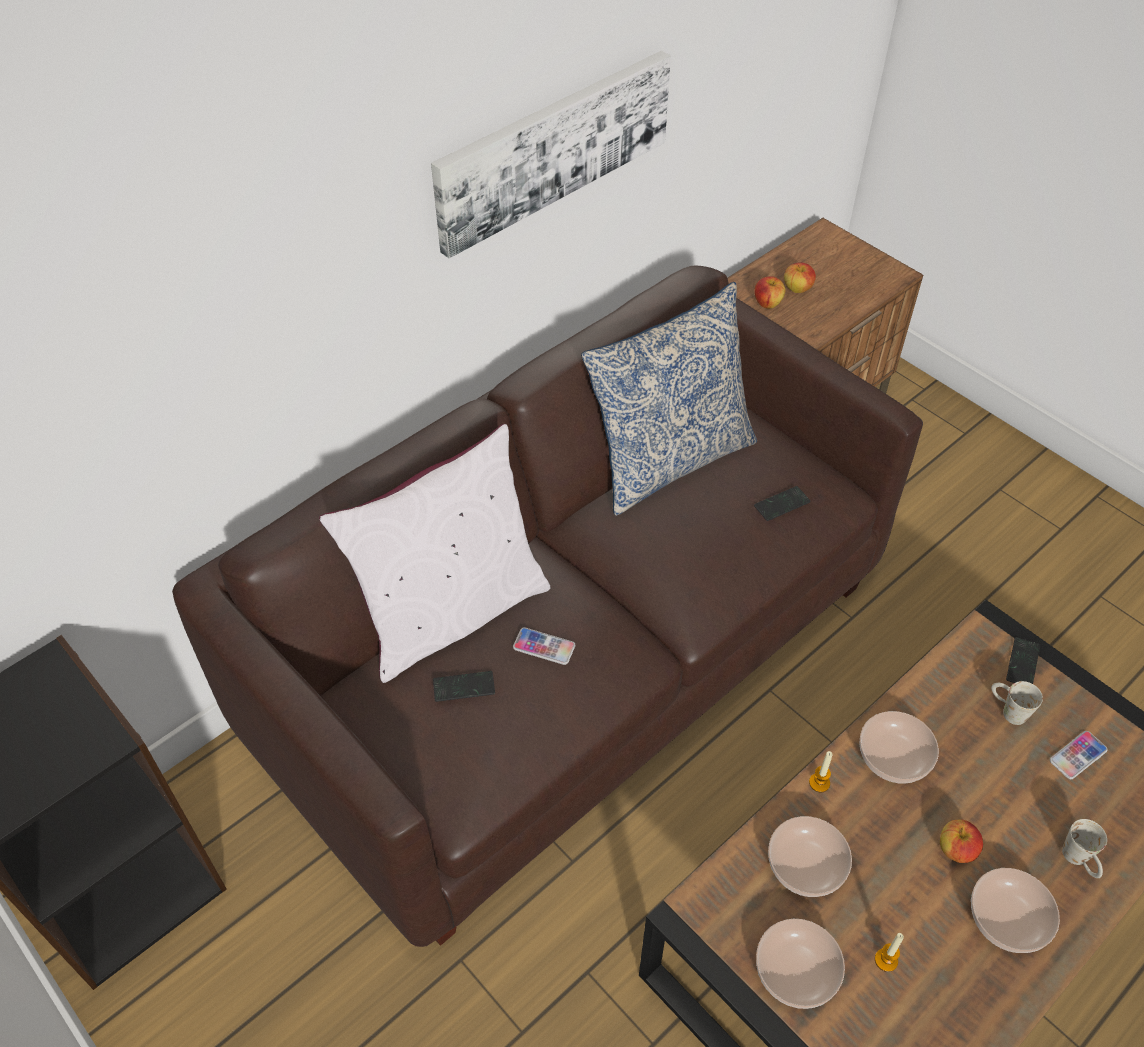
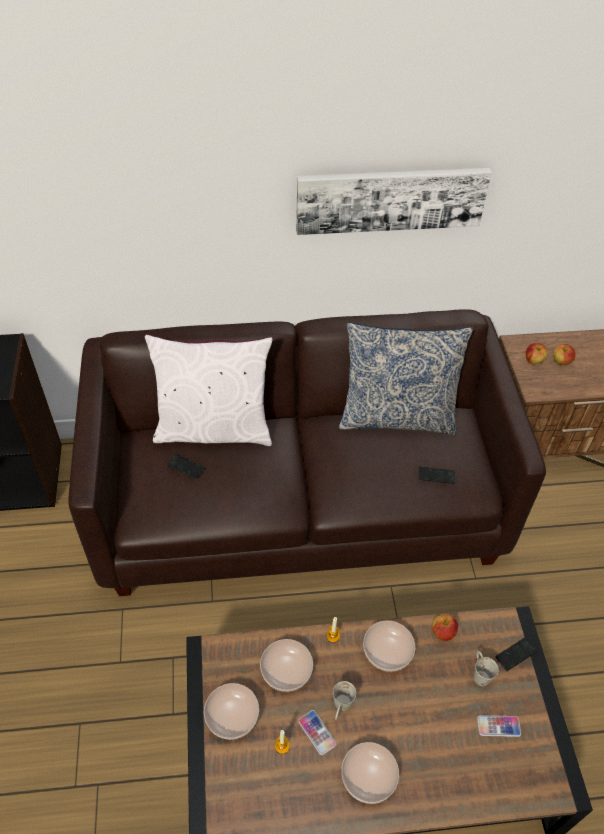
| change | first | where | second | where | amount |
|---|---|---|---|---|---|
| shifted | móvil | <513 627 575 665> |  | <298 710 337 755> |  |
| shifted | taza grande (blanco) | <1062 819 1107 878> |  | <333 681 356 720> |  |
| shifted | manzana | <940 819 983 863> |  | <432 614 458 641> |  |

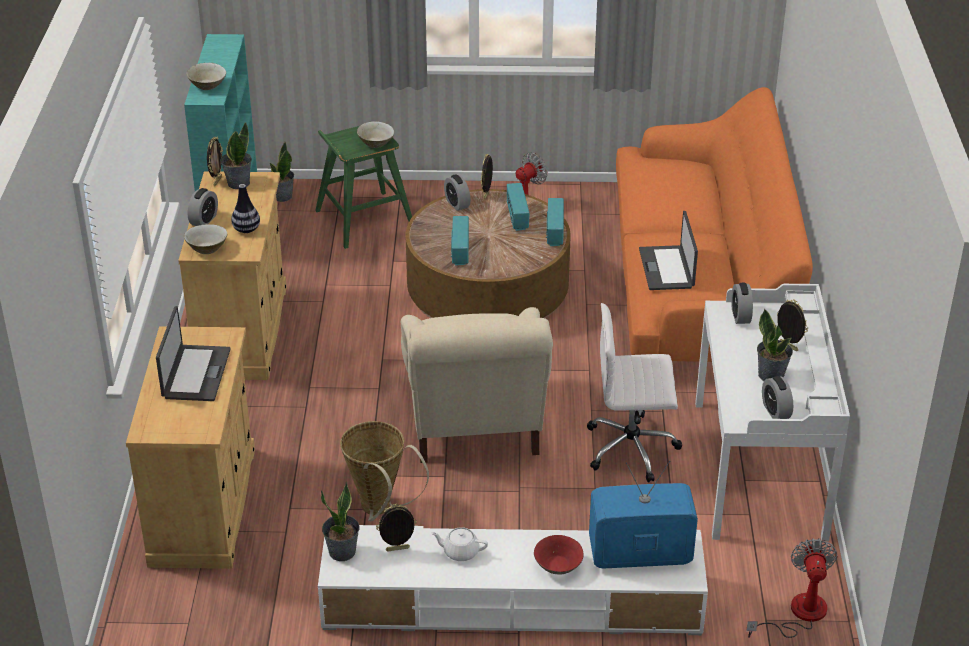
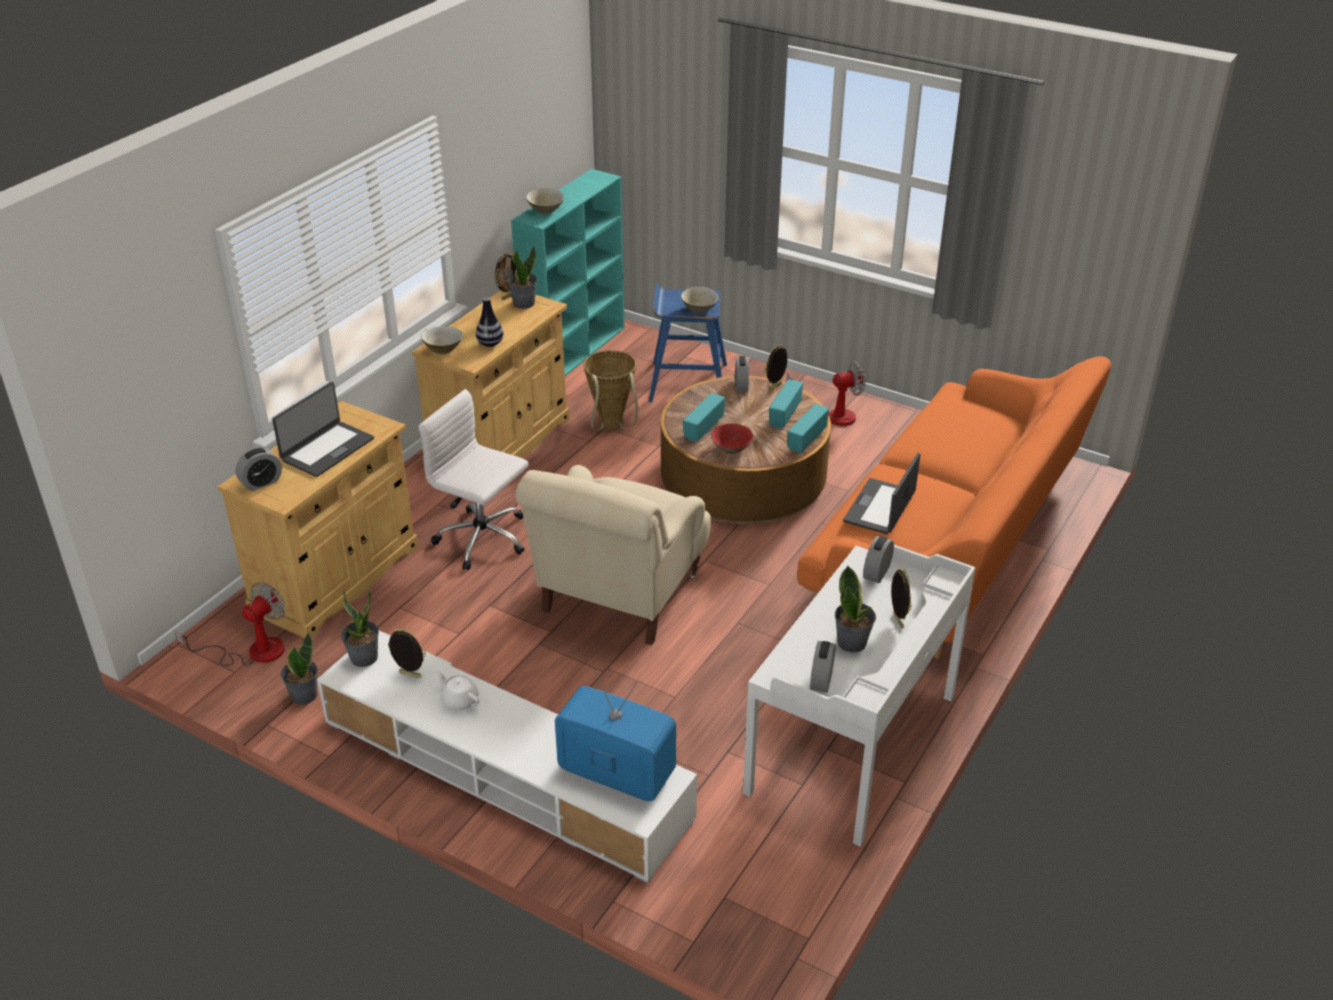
| change | first | where | second | where | amount |
|---|---|---|---|---|---|
| shifted | ventilador | <746 538 837 638> |  | <175 583 285 666> |  |
| shifted | despertador | <187 188 218 226> |  | <235 448 282 491> |  |
| shifted | planta en maceta | <270 142 294 202> |  | <281 632 318 705> |  |
| shifted | silla de oficina (blanco) | <587 303 682 483> |  | <418 389 529 570> |  |
| shifted | cesta | <340 421 429 521> |  | <583 350 638 431> |  |
| repainted | taburete (verde) | <315 126 412 249> | taburete (azul) | <649 283 727 402> |  |
| shifted | cuenco (rojo) | <534 535 584 575> |  | <711 424 753 454> |  |

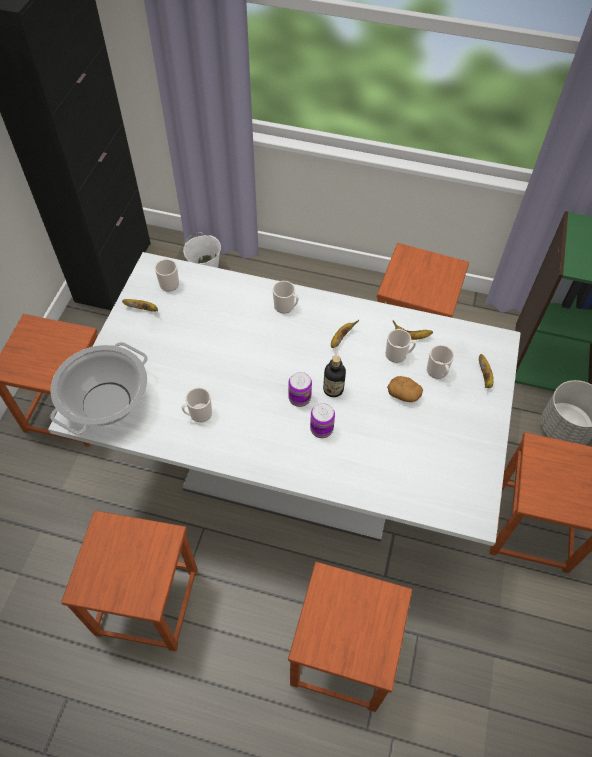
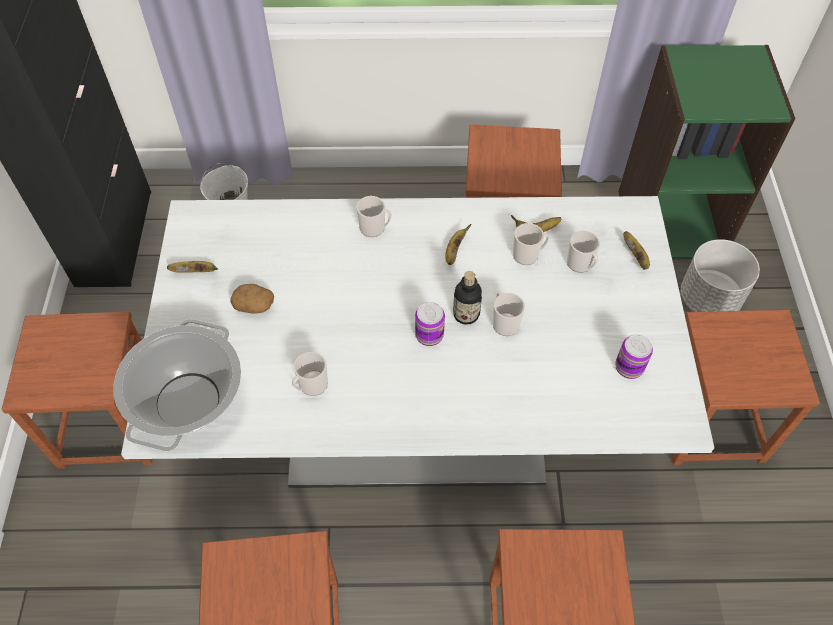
| change | first | where | second | where | amount |
|---|---|---|---|---|---|
| shifted | patata | <387 376 423 402> |  | <230 284 274 314> |  |
| shifted | taza grande | <155 258 179 292> |  | <493 291 525 336> |  |
| shifted | lata | <310 403 335 438> |  | <615 334 653 379> |  |

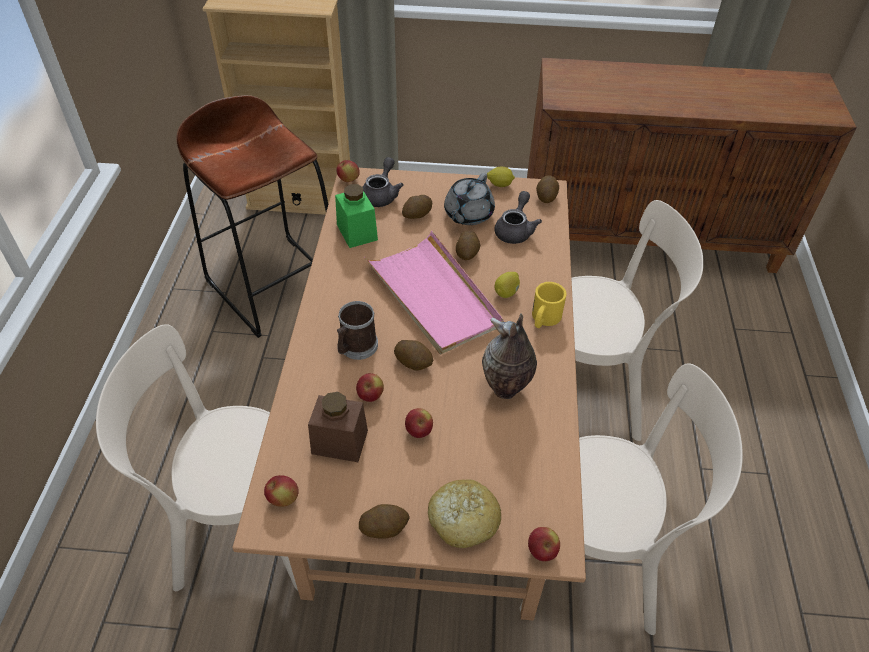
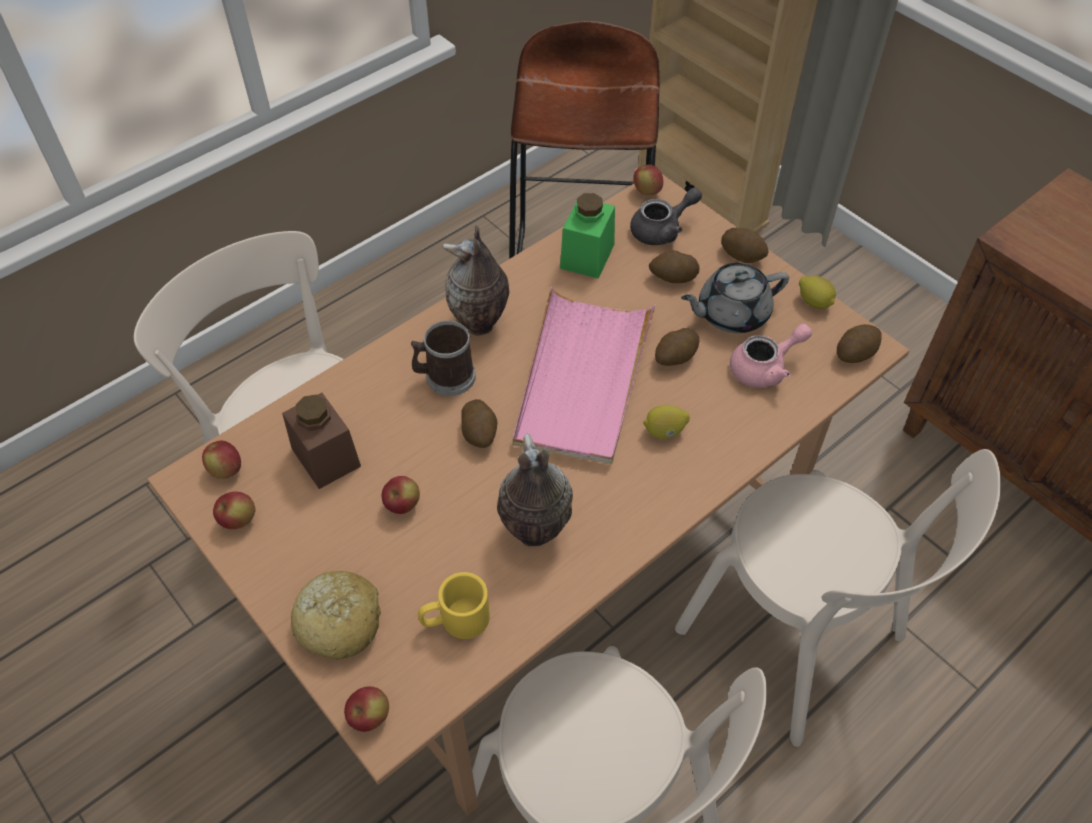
| change | first | where | second | where | amount |
|---|---|---|---|---|---|
| shifted | manzana | <356 373 384 402> |  | <213 492 255 529> |  |
| shifted | taza grande (amarillo) | <532 282 567 328> |  | <418 572 490 639> |  |
| new |  |  | florero | <443 225 509 335> |  |
| shifted | patata | <359 504 410 539> |  | <721 228 768 263> |  |
| repainted | tetera (gris) | <494 191 542 244> | tetera (rosa) | <730 324 812 388> |  |

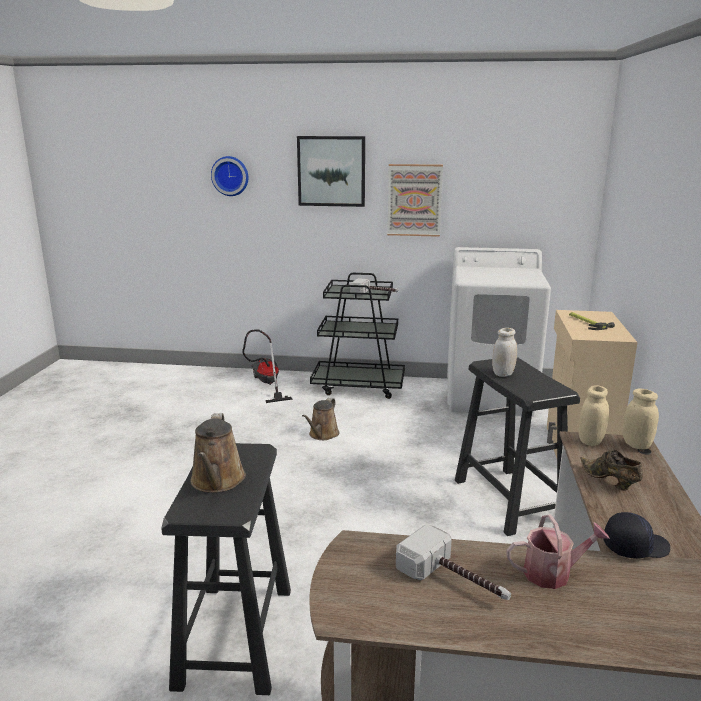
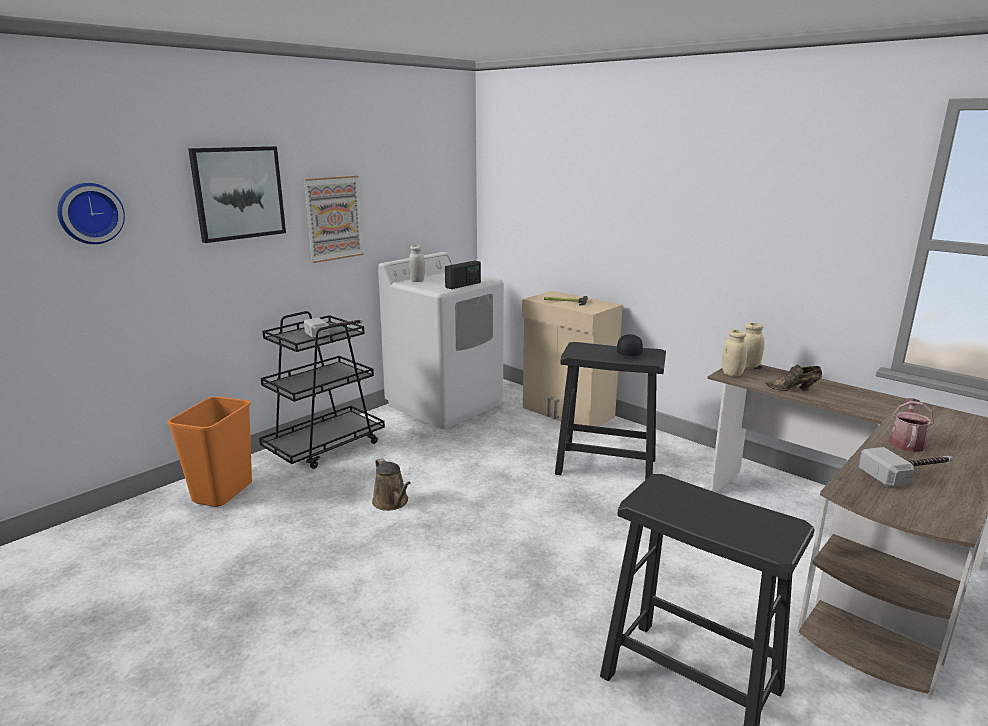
| change | first | where | second | where | amount |
|---|---|---|---|---|---|
| swapped | aspiradora | <242 329 293 403> | papelera (naranja) | <167 397 252 507> |  |
| shifted | tarro (blanco) | <492 328 517 377> |  | <409 245 425 282> |  |
| new |  |  | radio | <445 261 481 289> |  |
| shifted | gorra (negro) | <603 512 670 558> |  | <617 334 644 356> |  |
| gone | regadera (marrón) | <191 413 246 493> |  |  |  |

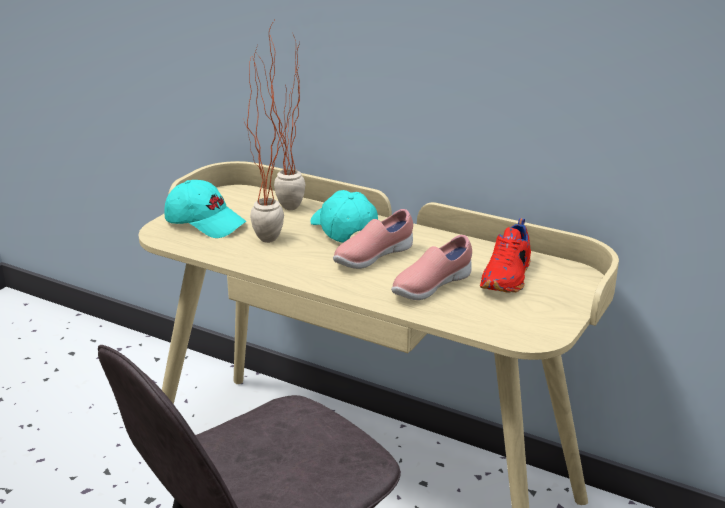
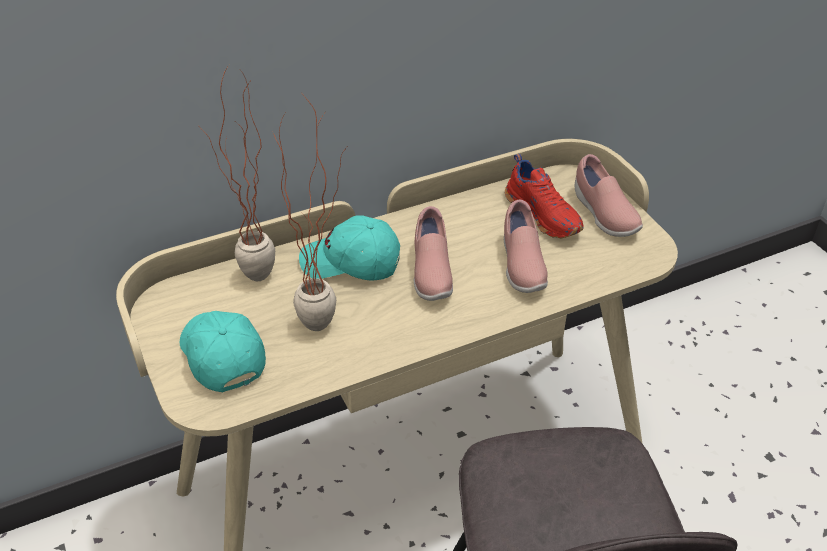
| change | first | where | second | where | amount |
|---|---|---|---|---|---|
| rotated | gorra (turquesa) | <164 180 247 238> |  | <180 311 266 392> | 90 degrees counterclockwise |
| new |  |  | zapato (rosa) | <574 154 643 237> |  |

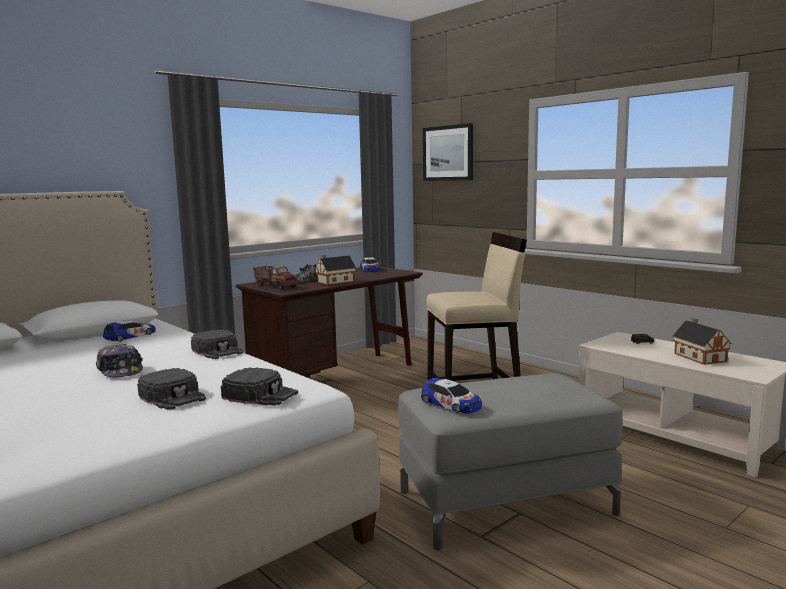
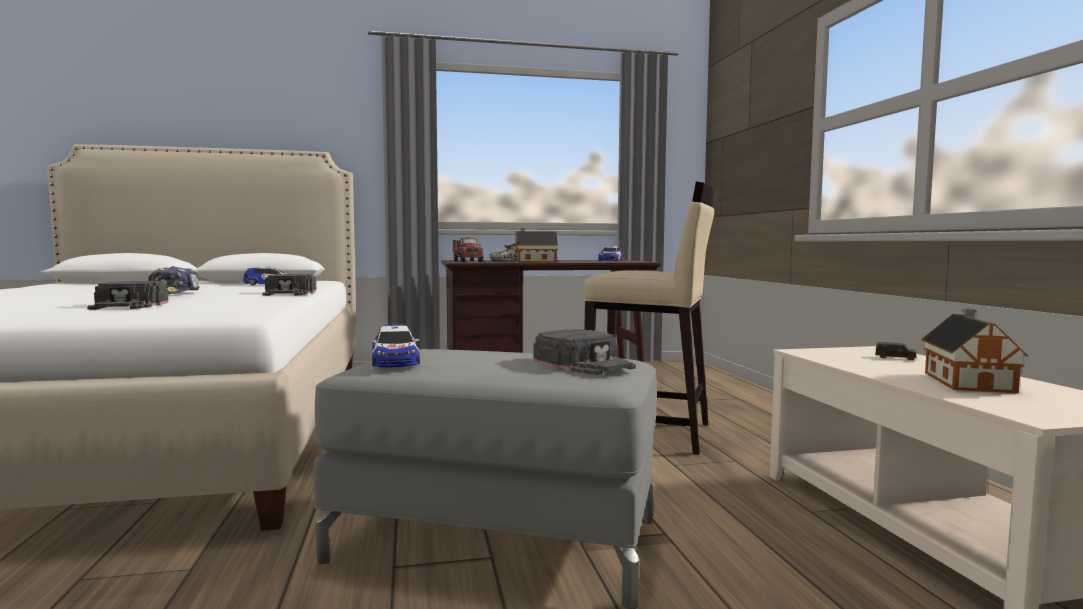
| change | first | where | second | where | amount |
|---|---|---|---|---|---|
| shifted | gorra (negro) | <221 368 298 406> |  | <533 329 636 375> |  |
| gone | cuadro | <423 123 473 181> |  |  |  |

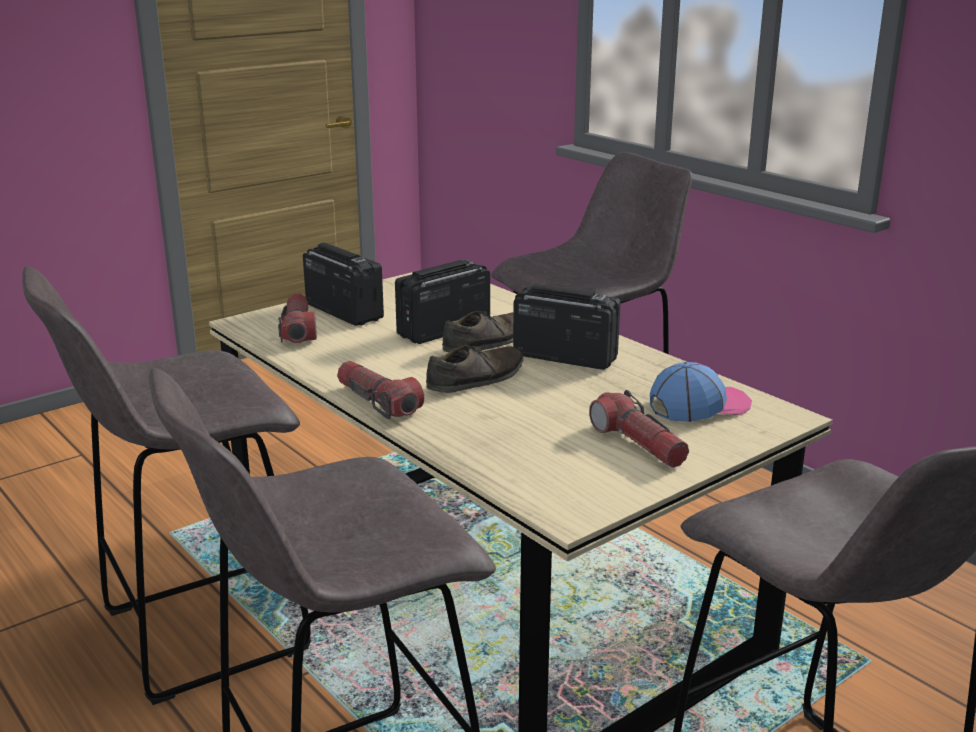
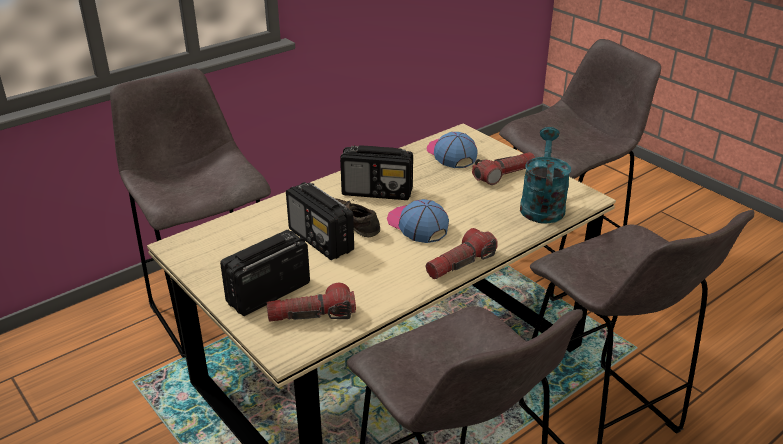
| change | first | where | second | where | amount |
|---|---|---|---|---|---|
| rotated | radio | <513 284 621 370> |  | <340 145 413 200> | 105 degrees counterclockwise |
| swapped | zapato (marrón) | <426 345 524 393> | gorra | <387 199 449 243> |  |
| new |  |  | regadera (turquesa) | <520 127 571 224> |  |

